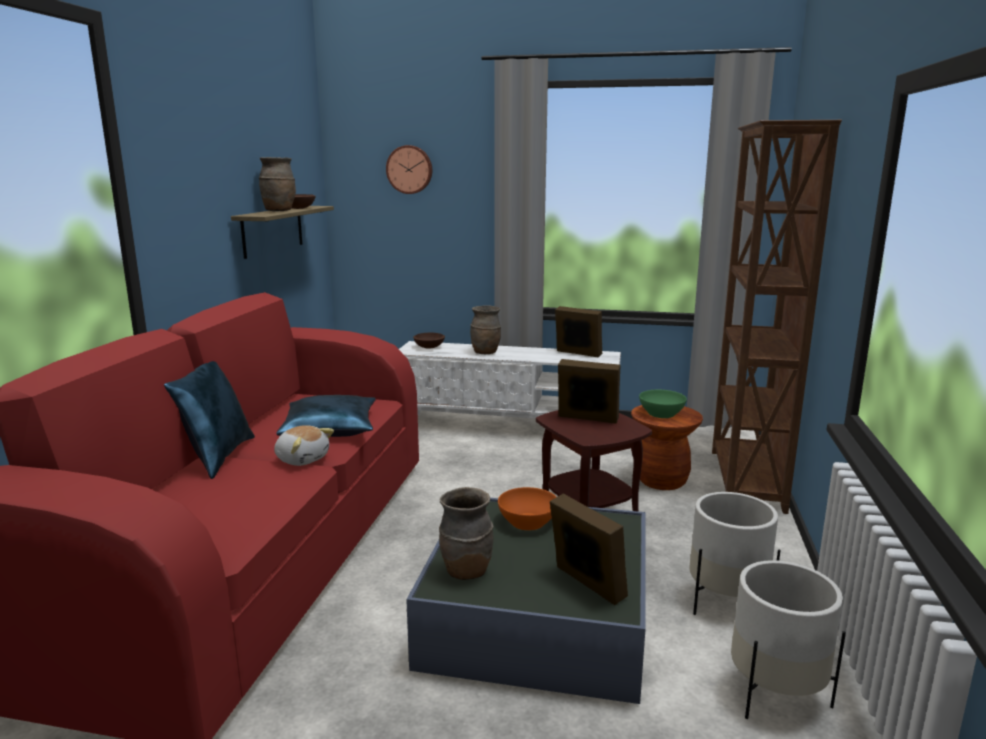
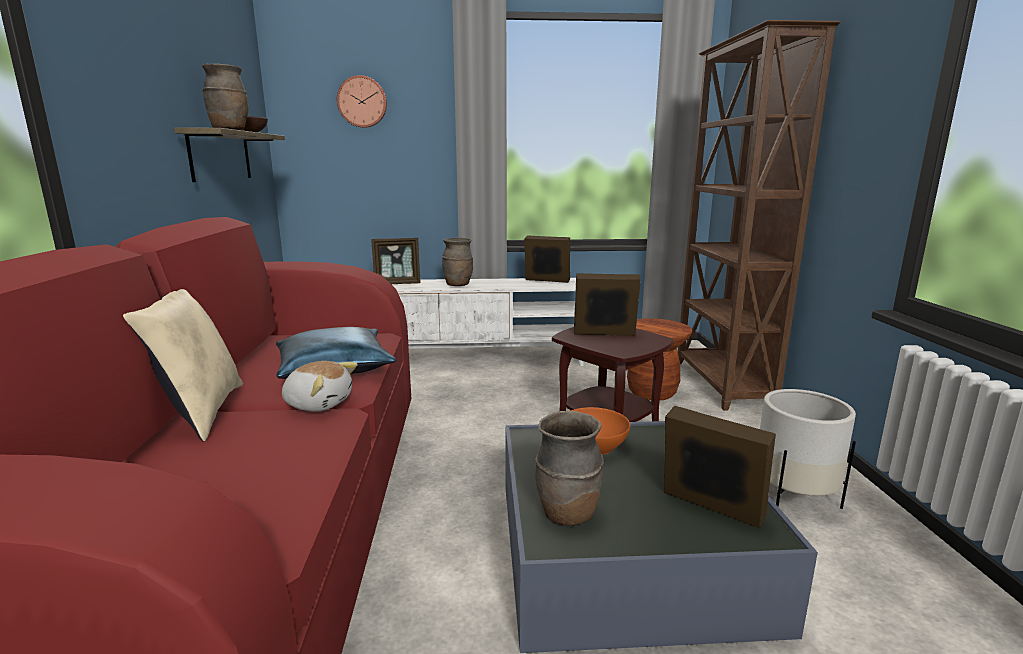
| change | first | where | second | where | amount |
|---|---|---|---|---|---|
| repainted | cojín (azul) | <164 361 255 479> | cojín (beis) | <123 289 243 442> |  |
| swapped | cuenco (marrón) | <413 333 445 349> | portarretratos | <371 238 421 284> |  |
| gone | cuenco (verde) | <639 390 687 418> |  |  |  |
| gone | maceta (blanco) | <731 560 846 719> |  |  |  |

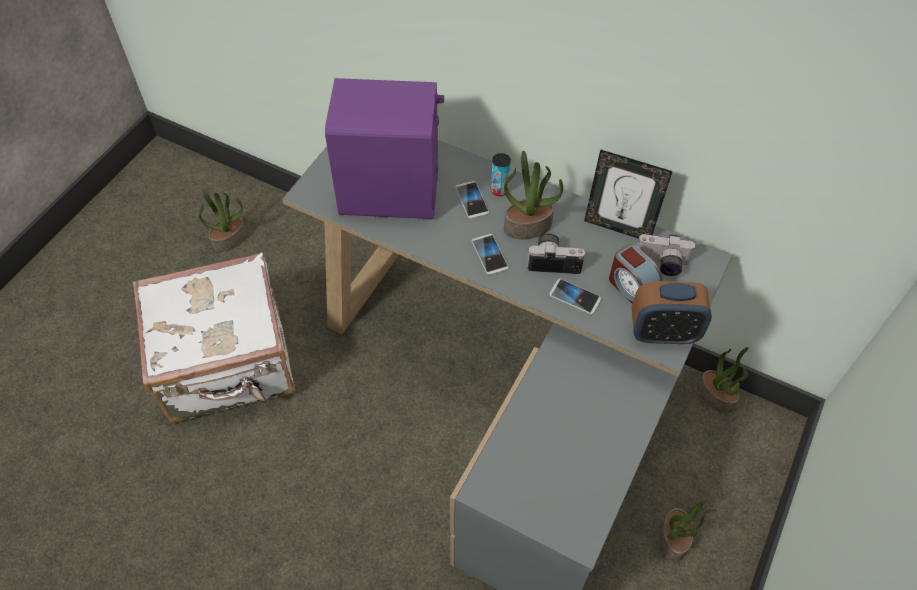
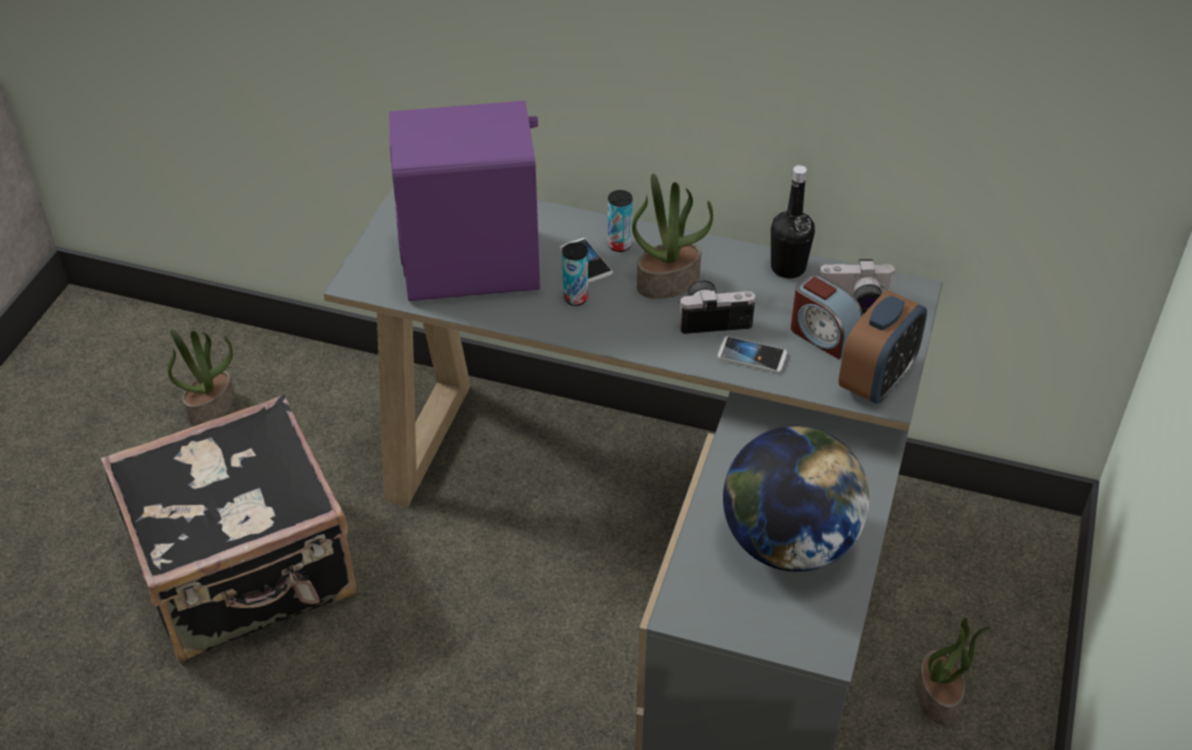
| change | first | where | second | where | amount |
|---|---|---|---|---|---|
| repainted | maleta (blanco) | <133 252 295 424> | maleta (negro) | <101 394 357 662> |  |
| new |  |  | lata | <562 242 588 306> |  |
| new |  |  | globo terráqueo | <723 426 870 572> |  |
| swapped | portarretratos | <584 149 673 239> | botella (negro) | <771 165 815 279> |  |
| rotated | despertador | <631 281 712 344> |  | <839 290 927 404> | 45 degrees counterclockwise |
| gone | móvil | <472 234 509 275> |  |  |  |
| gone | planta en maceta | <698 347 749 413> |  |  |  |

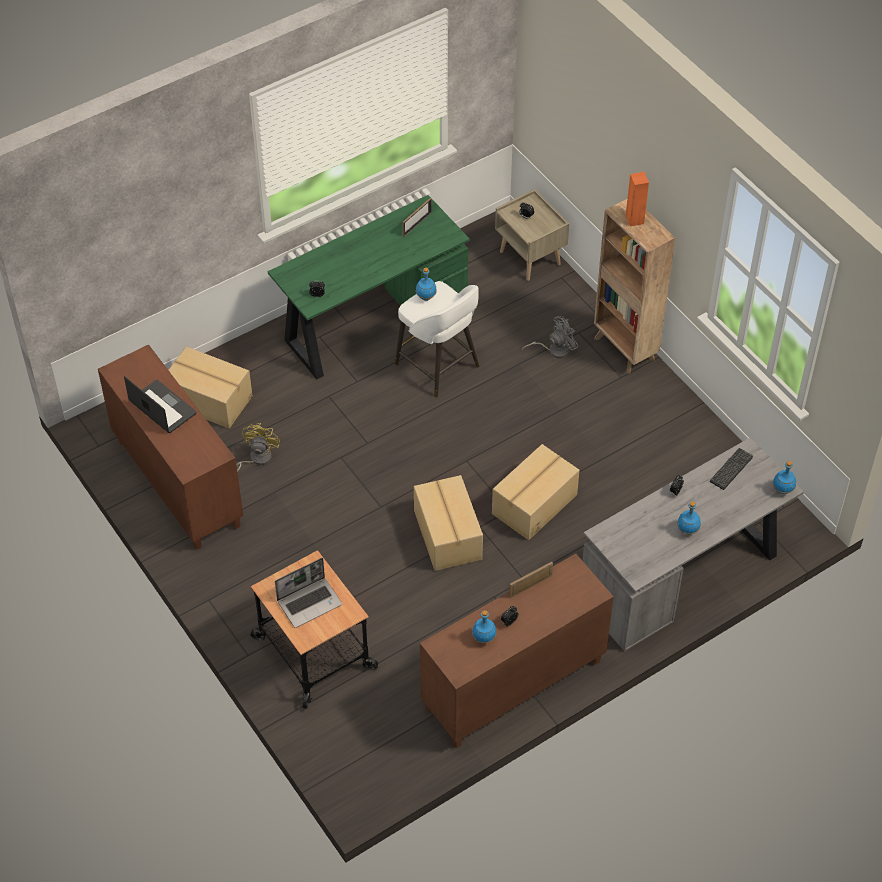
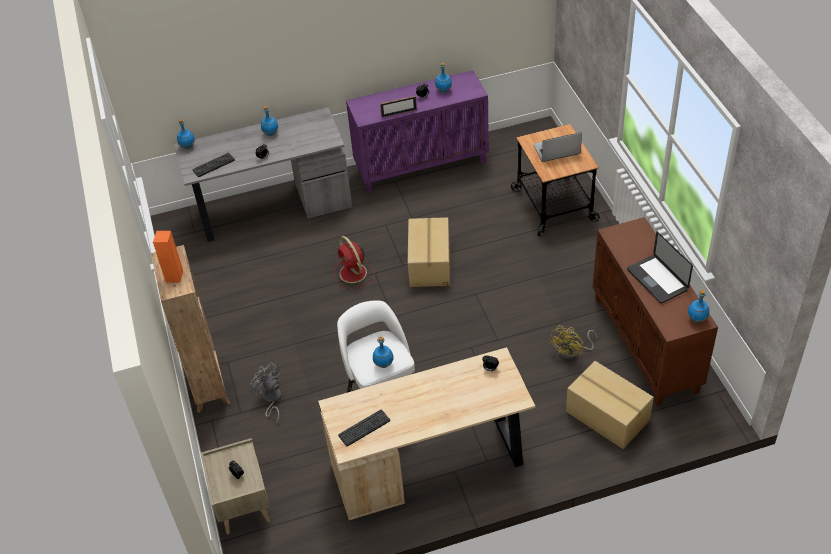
| change | first | where | second | where | amount |
|---|---|---|---|---|---|
| rotated | ventilador (gris) | <522 316 578 358> |  | <251 362 281 423> | 60 degrees clockwise |
| repainted | escritorio (verde) | <268 195 470 379> | escritorio (beis) | <318 347 535 520> |  |
| swapped | caja de cartón | <492 444 580 540> | ventilador (rojo) | <333 236 375 289> |  |
| swapped | portarretratos | <402 198 431 237> | teclado | <338 409 390 447> |  |
| repainted | armario (marrón) | <420 553 614 748> | armario (morado) | <346 70 489 192> |  |
| new |  |  | botella (azul) | <688 290 709 323> |  |

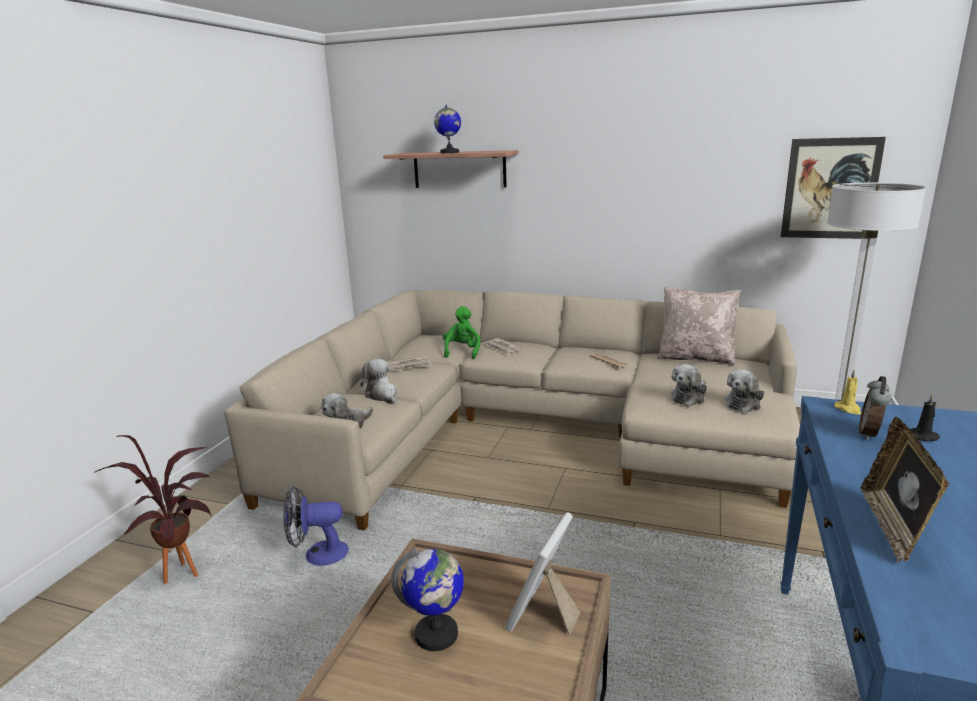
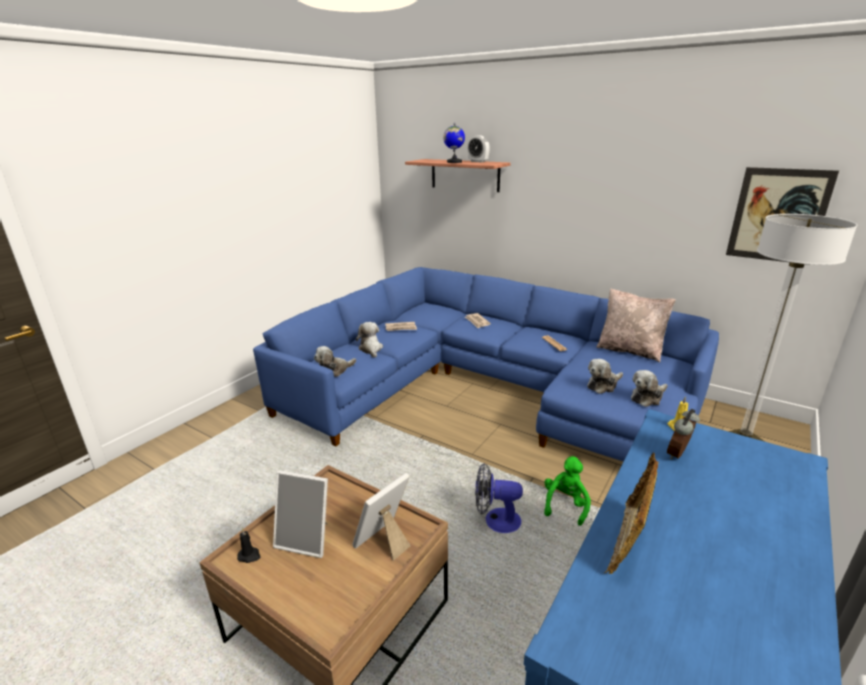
| change | first | where | second | where | amount |
|---|---|---|---|---|---|
| shifted | vela (negro) | <910 394 940 441> |  | <237 528 260 563> |  |
| repainted | sofá (beis) | <224 290 800 531> | sofá (azul) | <253 267 719 462> |  |
| swapped | globo terráqueo | <391 548 464 651> | portarretratos | <273 470 328 558> |  |
| new |  |  | despertador | <467 135 490 162> |  |
| shifted | ventilador | <283 486 349 566> |  | <475 463 523 533> |  |
| shifted | peluche (verde) | <443 306 481 359> |  | <544 456 591 526> |  |
| gone | planta en maceta | <94 435 212 584> |  |  |  |

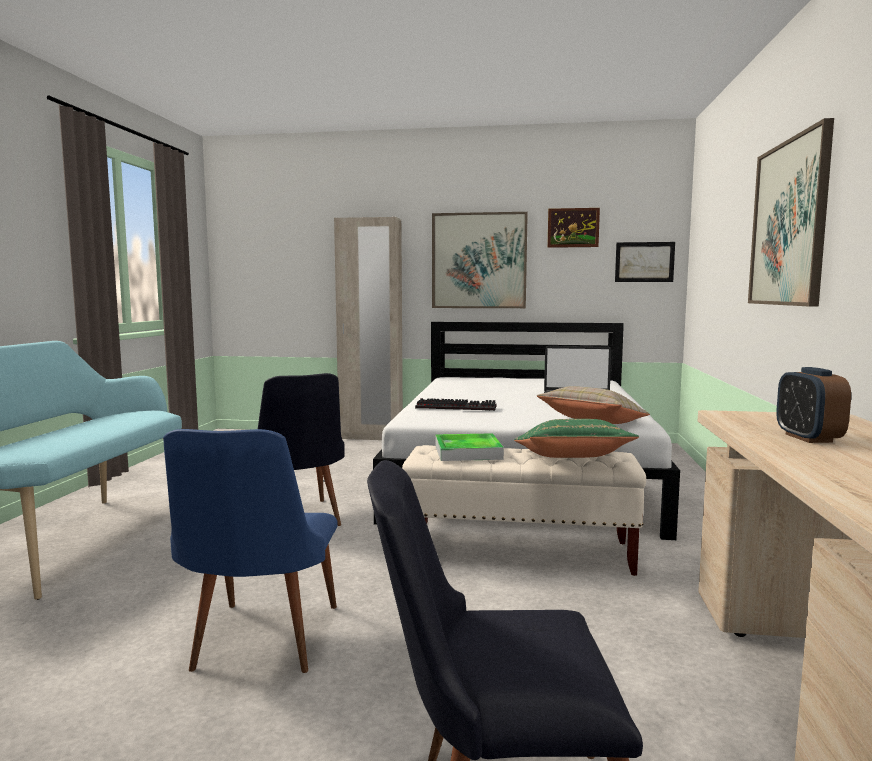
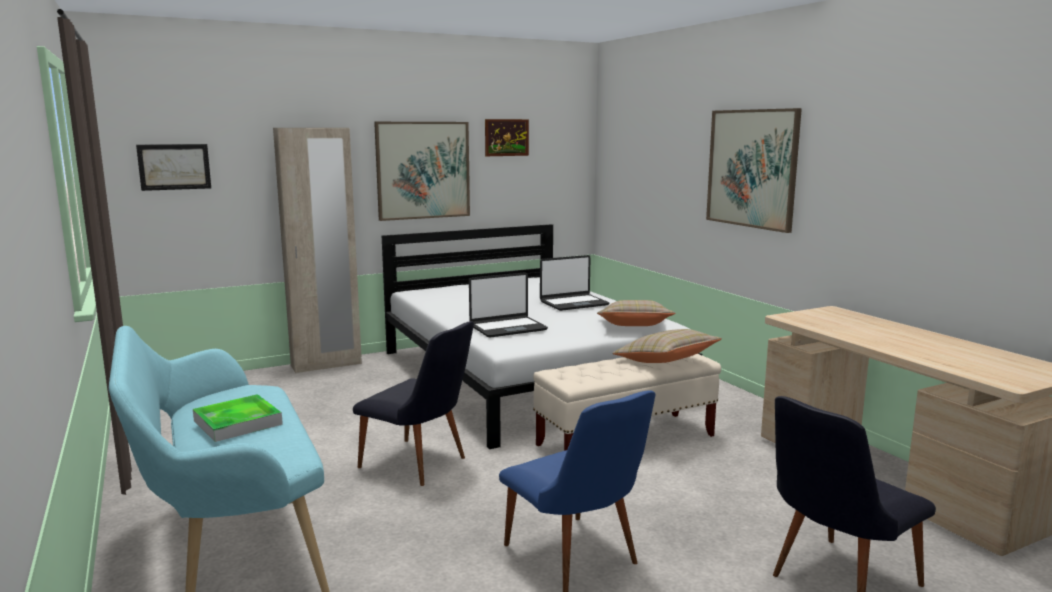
| change | first | where | second | where | amount |
|---|---|---|---|---|---|
| shifted | cuadro | <615 242 675 282> |  | <136 144 211 191> |  |
| shifted | bandeja | <435 433 504 461> |  | <193 394 283 442> |  |
| swapped | teclado | <415 398 496 411> | portátil | <469 272 548 338> |  |
| repainted | cojín (verde) | <514 419 639 458> | cojín (beis) | <612 329 722 363> |  |
| gone | despertador | <776 367 851 443> |  |  |  |

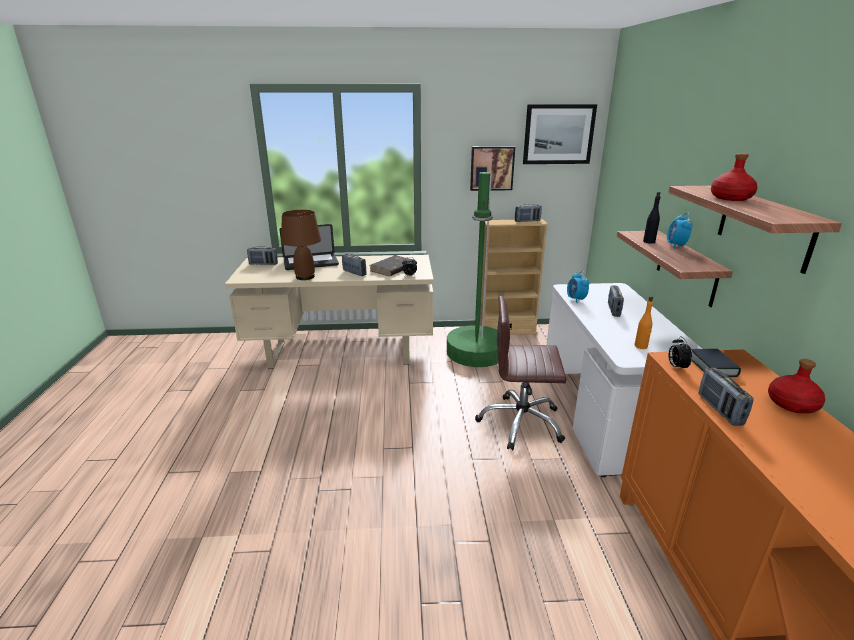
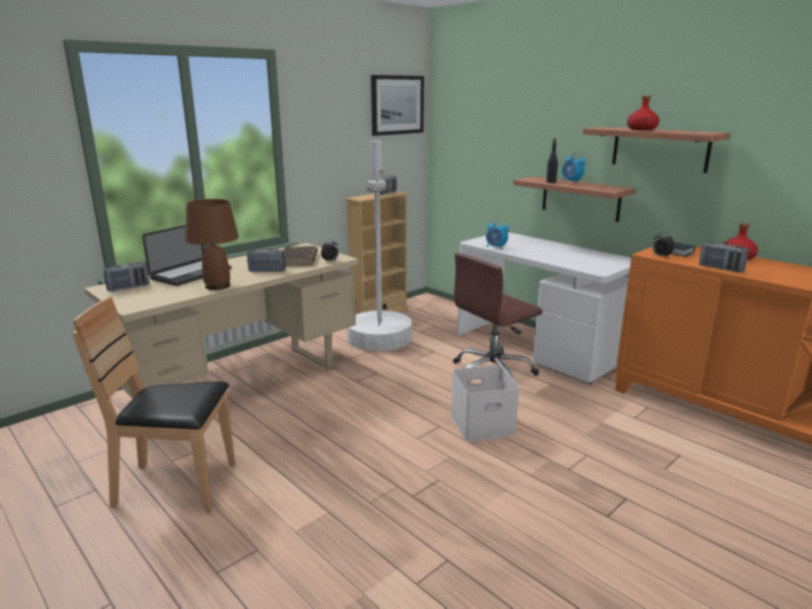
| change | first | where | second | where | amount |
|---|---|---|---|---|---|
| new |  |  | silla (marrón) | <72 297 235 513> |  |
| repainted | lámpara de pie (verde) | <447 172 498 367> | lámpara de pie (blanco) | <347 141 412 351> |  |
| new |  |  | caja de almacenaje (blanco) | <451 365 520 442> |  |
| gone | cuadro | <470 146 515 191> |  |  |  |
| gone | radio | <608 285 624 317> |  |  |  |
| gone | botella (naranja) | <634 296 653 349> |  |  |  |

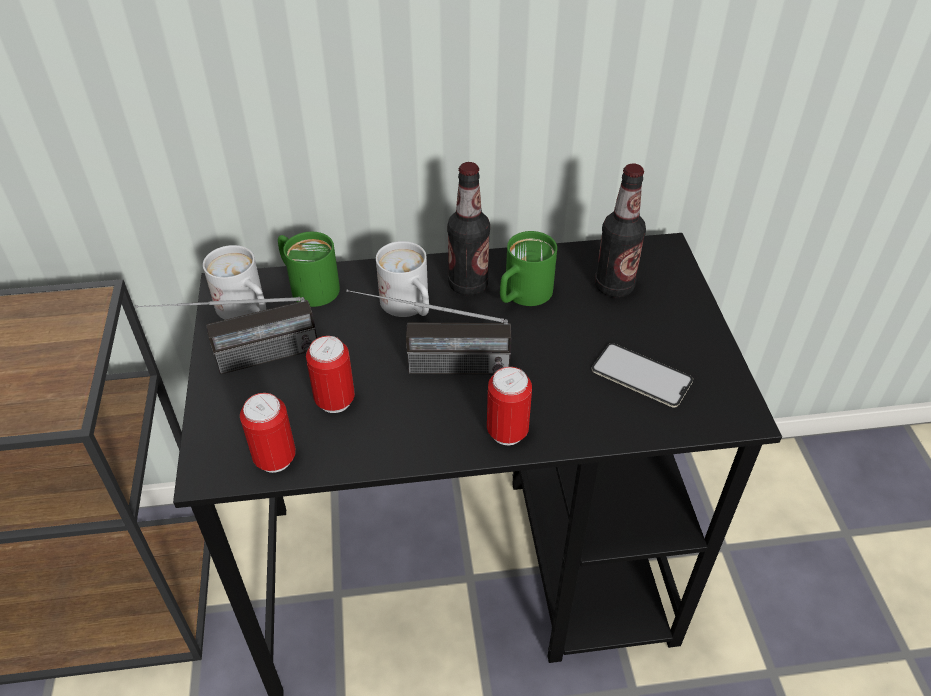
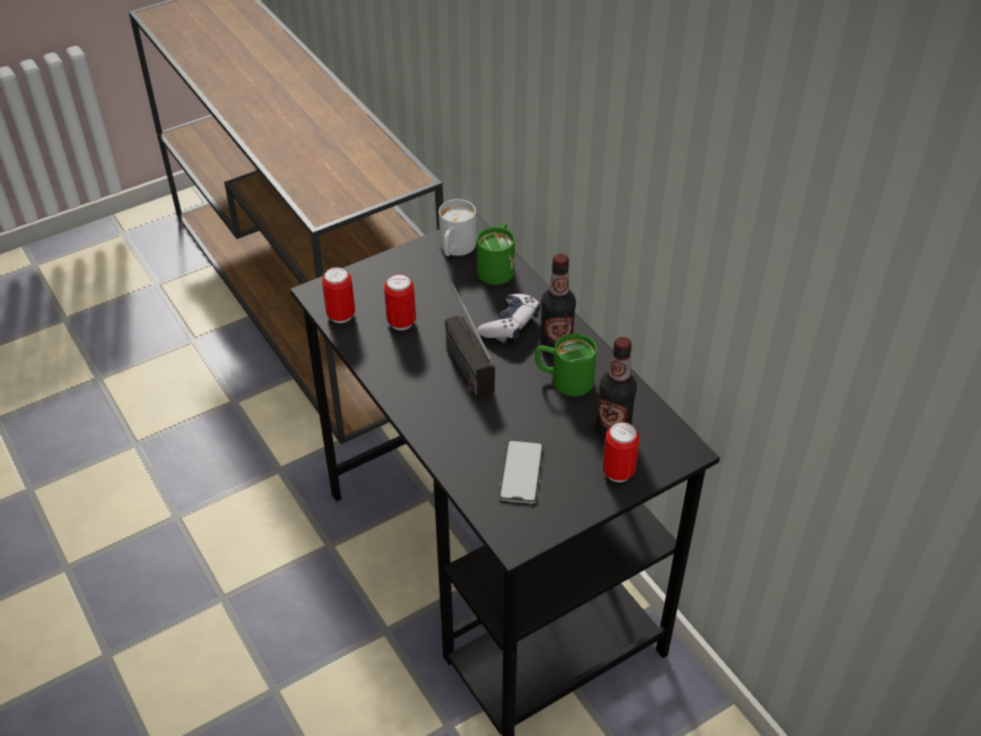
| change | first | where | second | where | amount |
|---|---|---|---|---|---|
| swapped | taza grande (blanco) | <376 241 429 317> | mando de consola | <477 294 540 340> |  |
| shifted | lata | <487 367 532 445> |  | <603 422 640 482> |  |
| gone | radio | <136 297 317 374> |  |  |  |

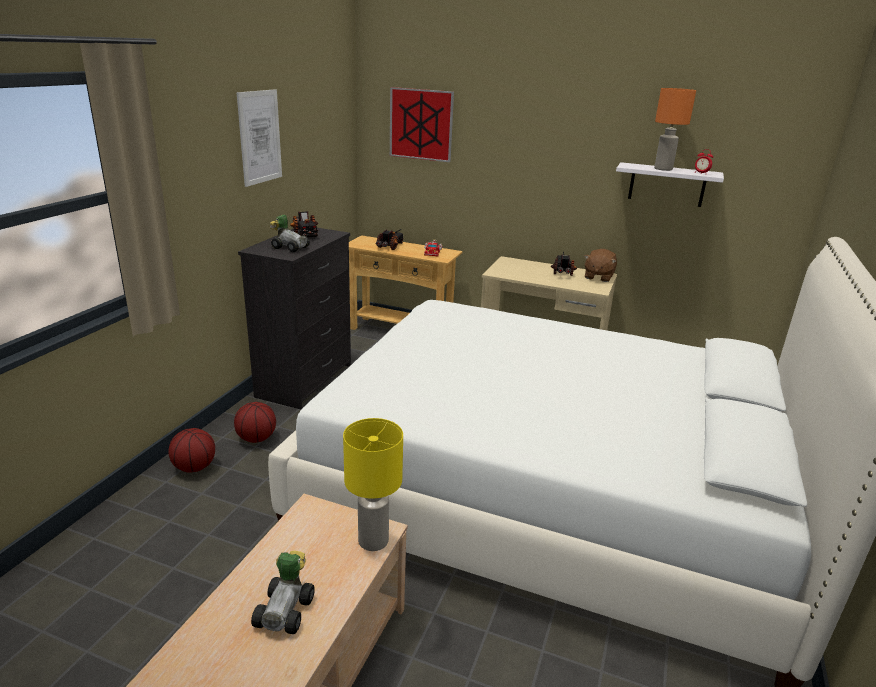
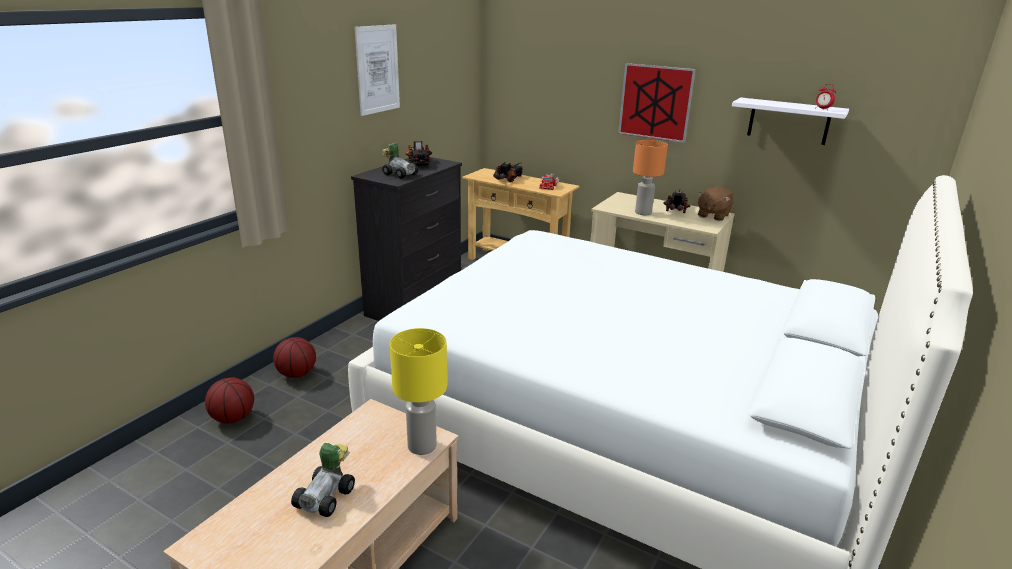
| change | first | where | second | where | amount |
|---|---|---|---|---|---|
| shifted | balón de baloncesto | <234 402 276 443> |  | <205 378 254 424> |  |
| shifted | cuadro | <390 87 454 162> |  | <618 63 696 143> |  |
| shifted | lámpara de mesa (naranja) | <654 88 696 171> |  | <633 140 668 215> |  |

